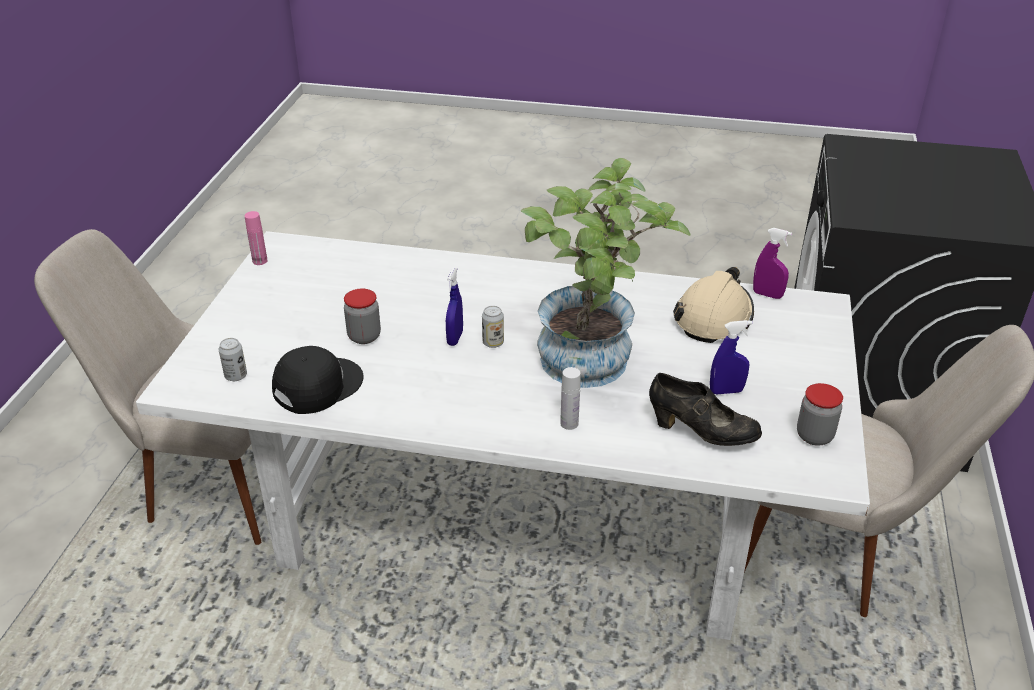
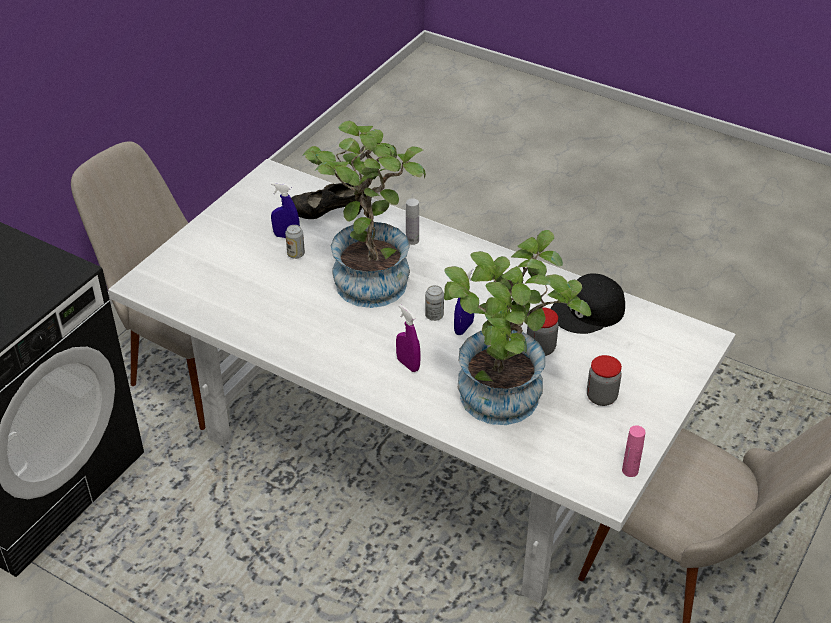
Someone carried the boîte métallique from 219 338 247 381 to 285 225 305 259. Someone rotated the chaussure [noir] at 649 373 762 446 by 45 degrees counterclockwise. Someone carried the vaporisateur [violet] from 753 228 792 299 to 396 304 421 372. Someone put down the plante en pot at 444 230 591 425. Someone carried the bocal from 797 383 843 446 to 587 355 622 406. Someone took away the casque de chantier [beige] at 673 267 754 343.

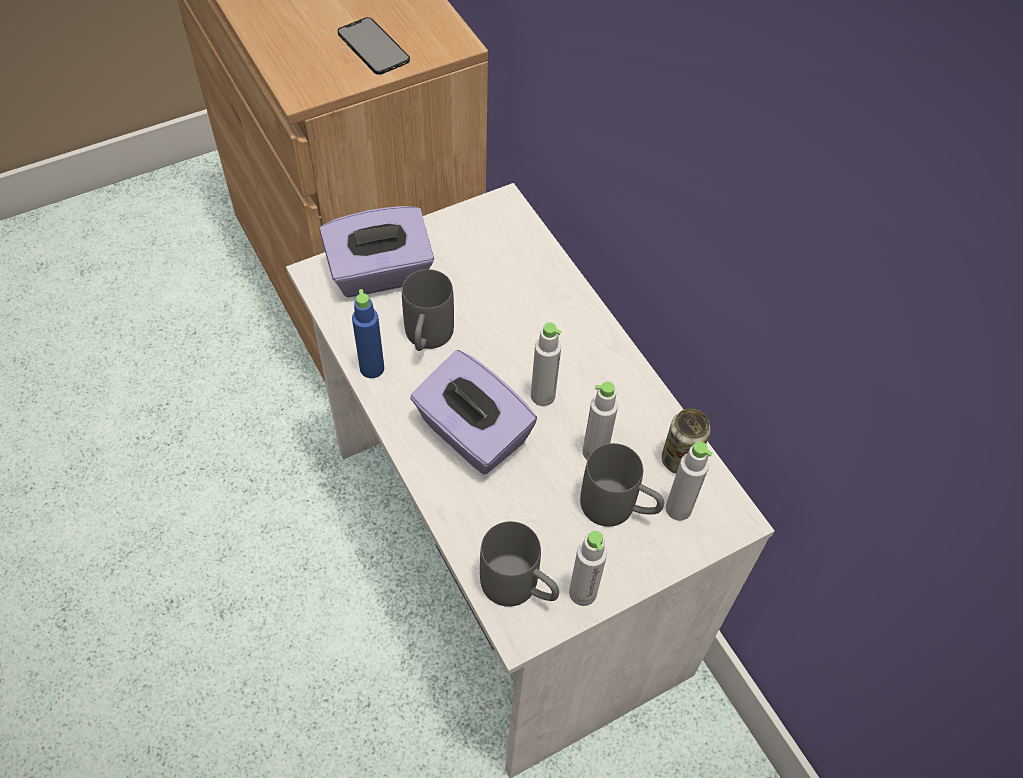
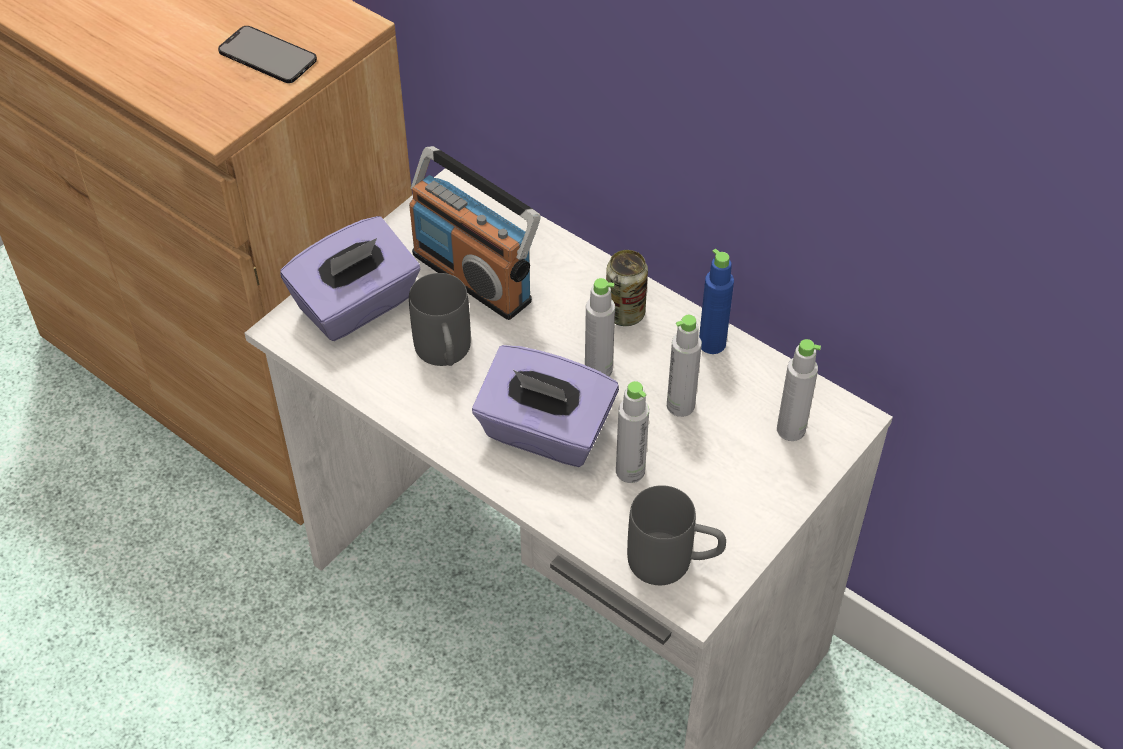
Someone put down the radio at 409 146 540 320. Someone carried the boîte métallique from 662 409 711 474 to 606 250 648 326. Someone carried the bouteille [gris] from 569 531 607 606 to 616 381 649 483. Someone carried the bouteille [bleu] from 352 289 384 378 to 699 249 734 354. Someone took away the mug [gris] at 580 443 664 527.

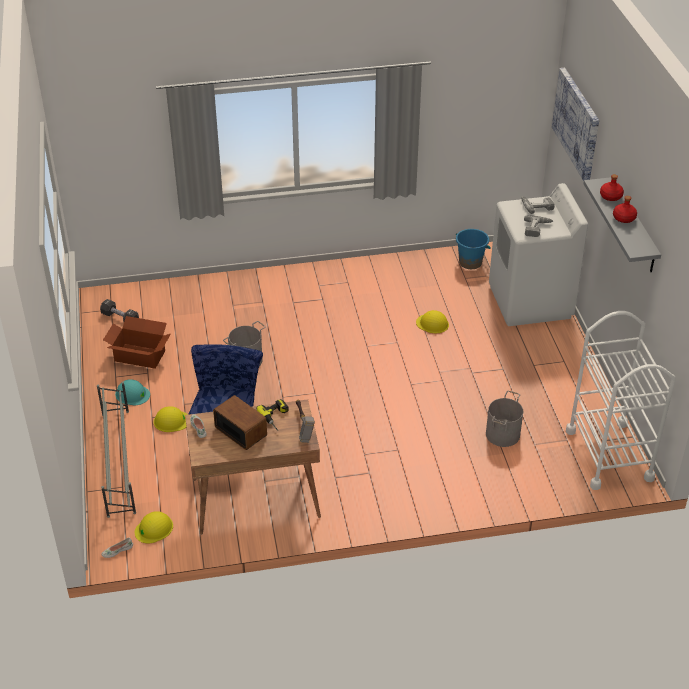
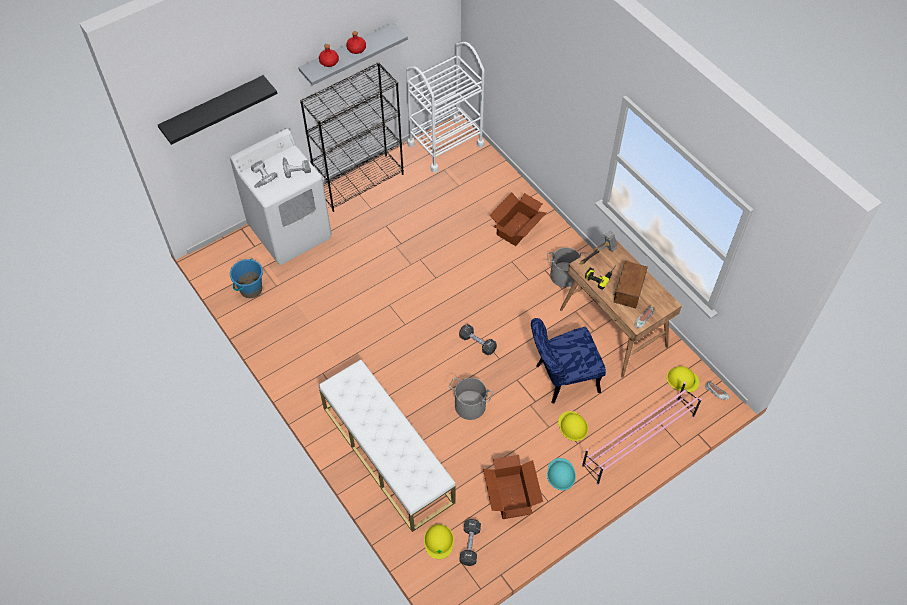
Someone swapped the tableau at 552 68 599 181 for the étagère [noir] at 158 75 277 145. Someone put down the bibliothèque [noir] at 300 62 404 212. Someone put down the banc [blanc] at 319 360 455 532. Someone carried the casque de chantier [jaune] from 416 310 449 333 to 424 524 454 559. Someone put down the haltère [noir] at 459 324 497 355. Someone put down the carton at 490 192 547 246. Someone carried the seau [gris] from 486 391 523 447 to 547 248 587 287. Someone repainted the étagère à chaussures [gris] at 97 382 136 518, which became the étagère à chaussures [rose] at 582 382 702 485.

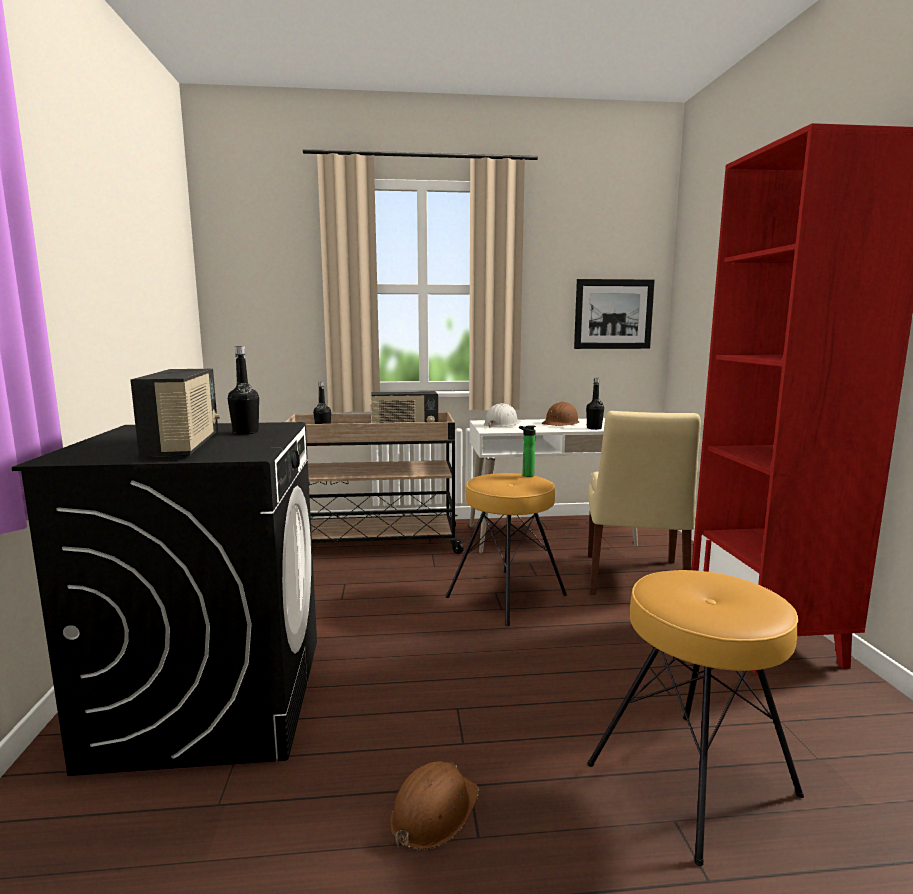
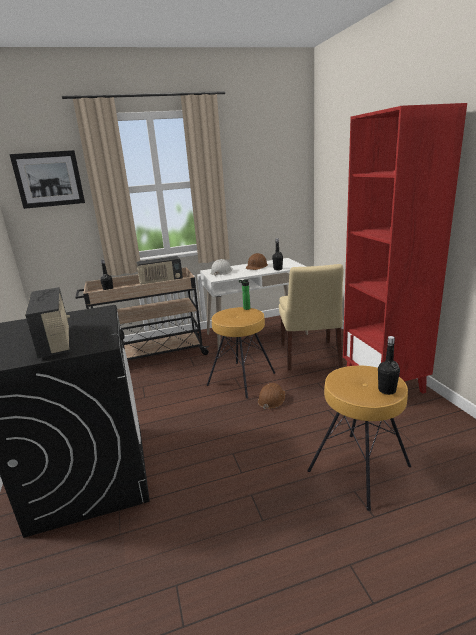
Someone carried the tableau from 574 279 655 349 to 9 150 85 209. Someone carried the casque de chantier [marron] from 390 761 479 850 to 258 383 285 410. Someone carried the bouteille [noir] from 228 346 259 435 to 378 336 400 395.

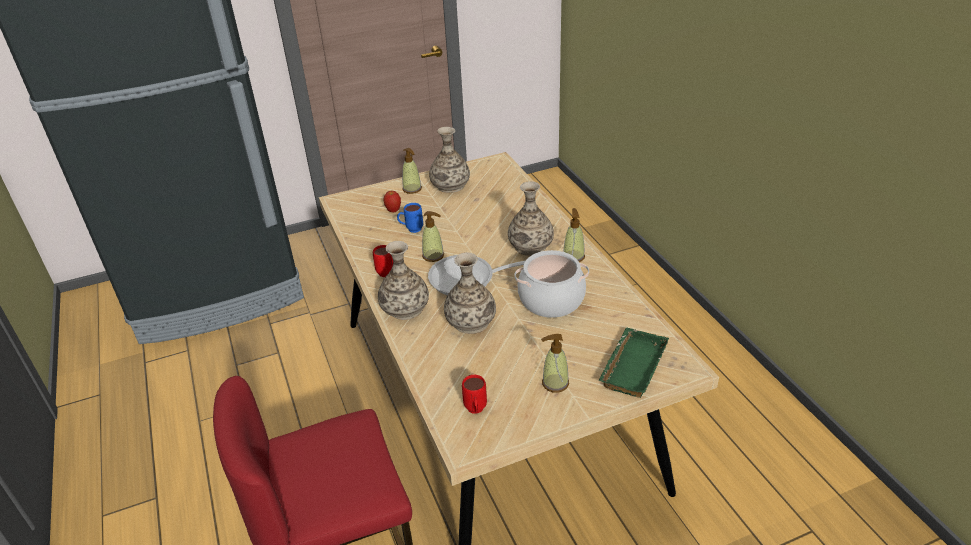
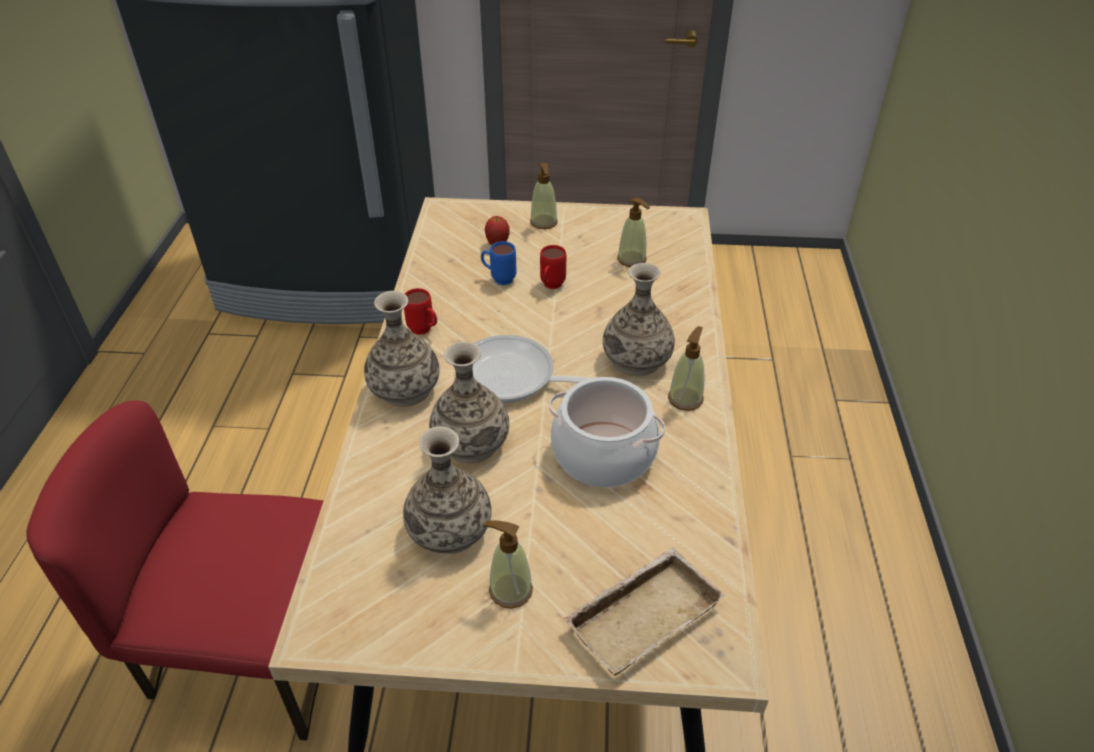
Someone carried the vase from 429 127 470 193 to 403 427 491 554. Someone carried the mug [rouge] from 462 375 487 414 to 540 245 566 289. Someone repainted the plateau [vert] at 598 327 669 398, which became the plateau [beige] at 563 547 725 676. Someone carried the distributeur de savon from 422 211 444 262 to 617 198 650 267.

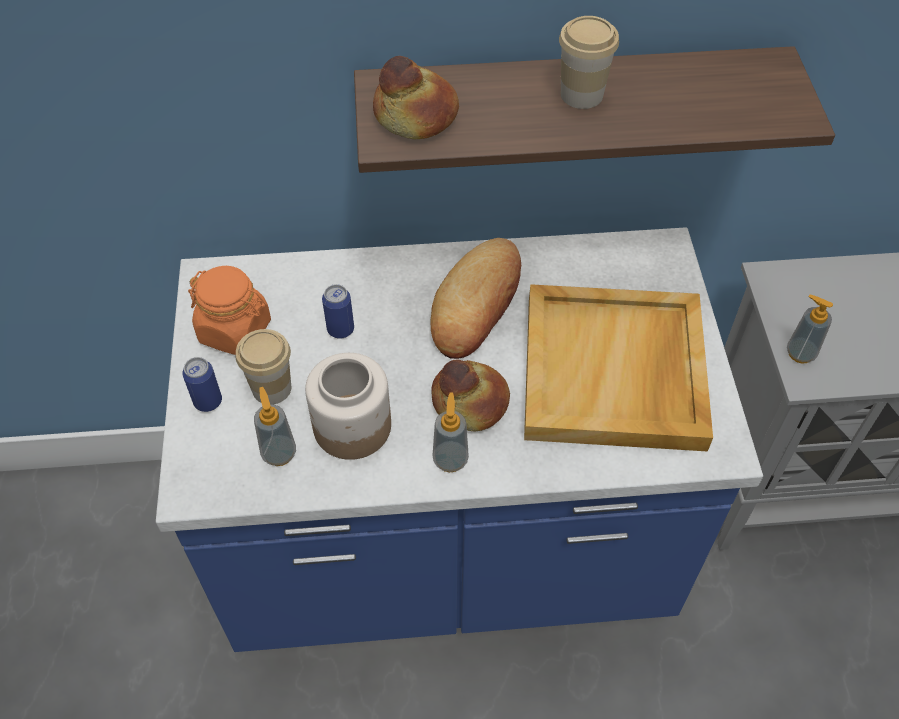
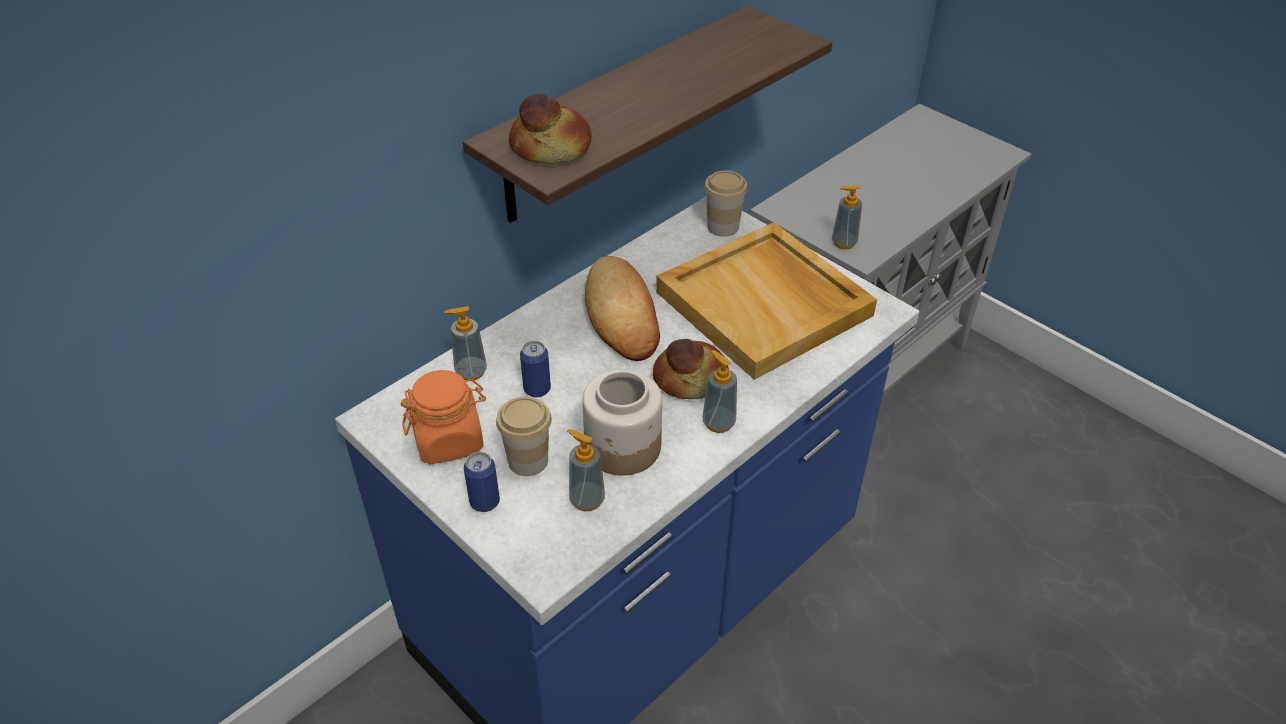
Someone put down the distributeur de savon at 444 306 487 380. Someone carried the tasse from 559 16 619 109 to 704 170 748 237.

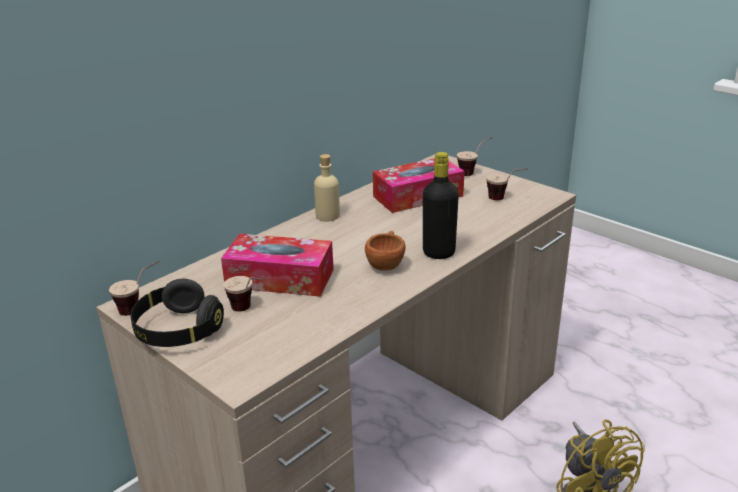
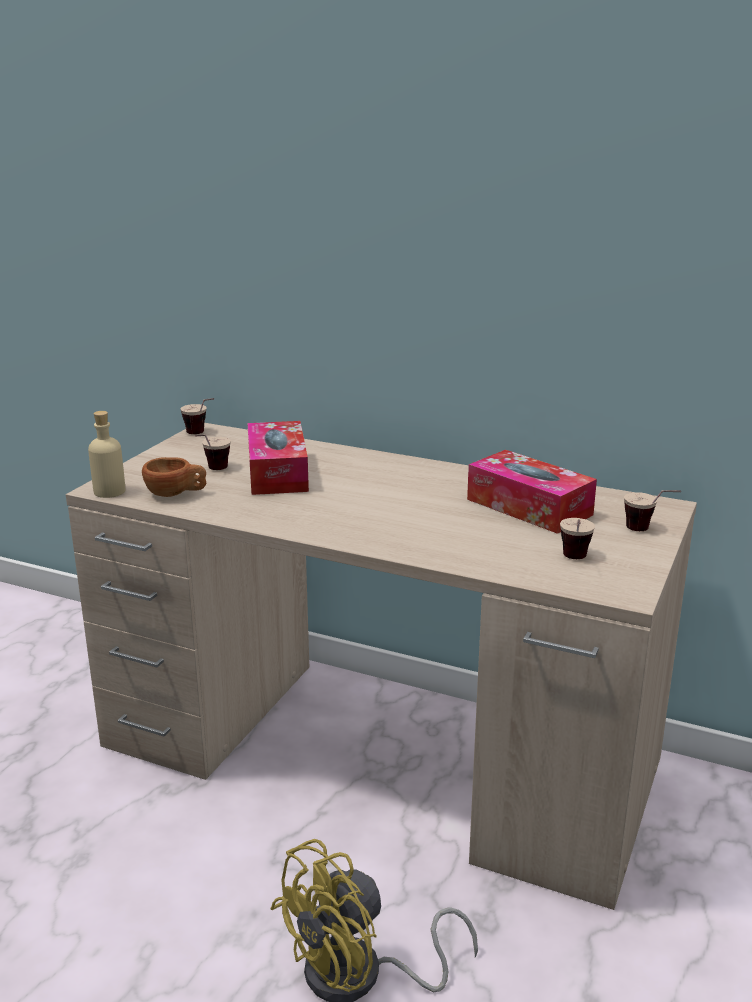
Someone carried the bouteille [beige] from 314 154 340 221 to 88 411 125 498. Someone carried the tasse [marron] from 365 231 406 271 to 142 457 206 497. Someone took away the casque audio [noir] at 130 279 224 347. Someone took away the bouteille [noir] at 423 152 459 259.

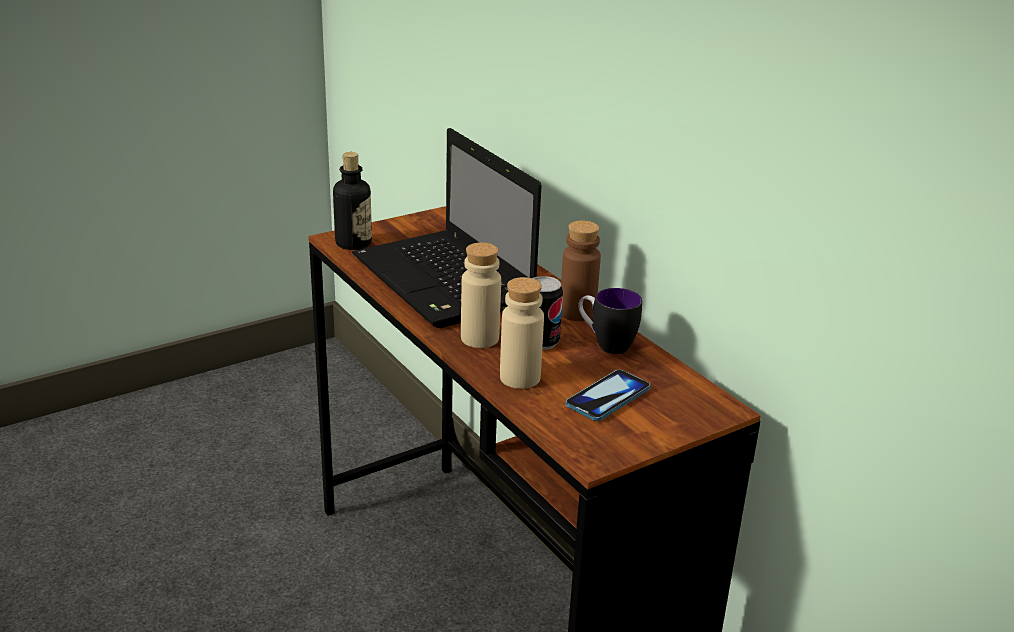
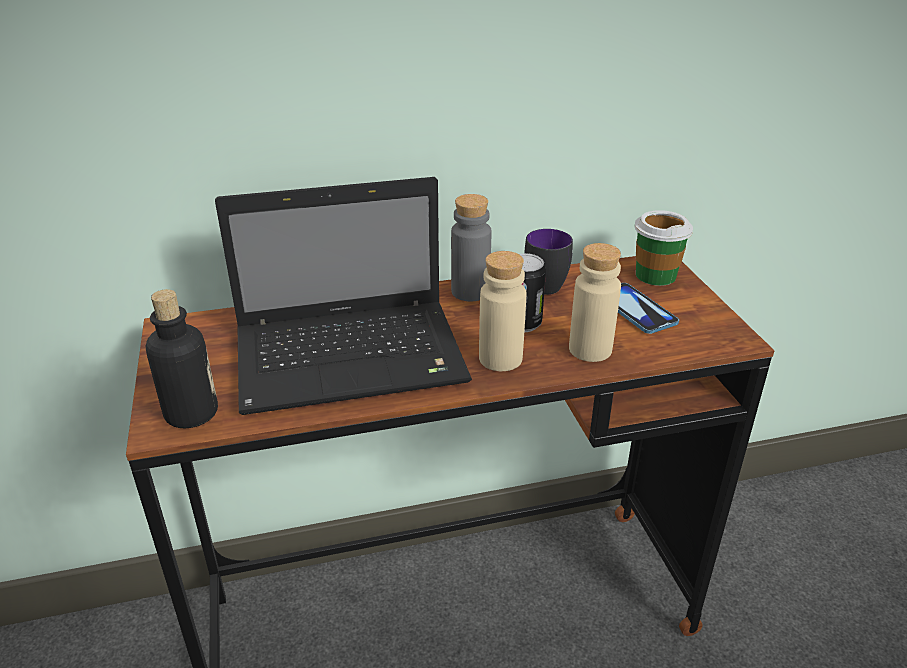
Someone repainted the bouteille [marron] at 561 221 601 321, which became the bouteille [gris] at 451 194 491 302. Someone put down the tasse at 634 210 693 286.

